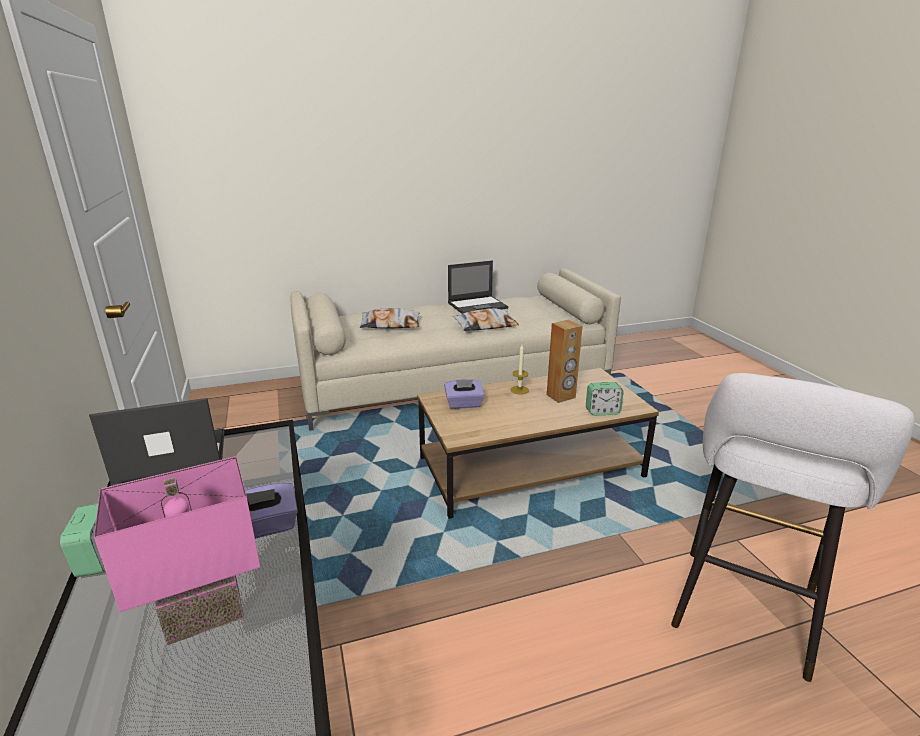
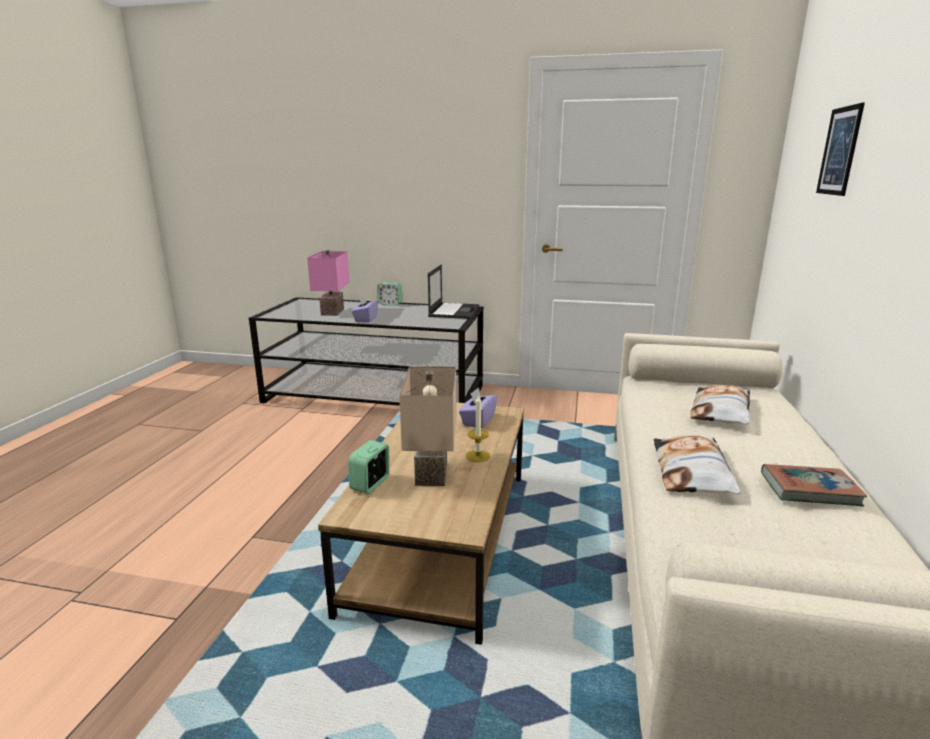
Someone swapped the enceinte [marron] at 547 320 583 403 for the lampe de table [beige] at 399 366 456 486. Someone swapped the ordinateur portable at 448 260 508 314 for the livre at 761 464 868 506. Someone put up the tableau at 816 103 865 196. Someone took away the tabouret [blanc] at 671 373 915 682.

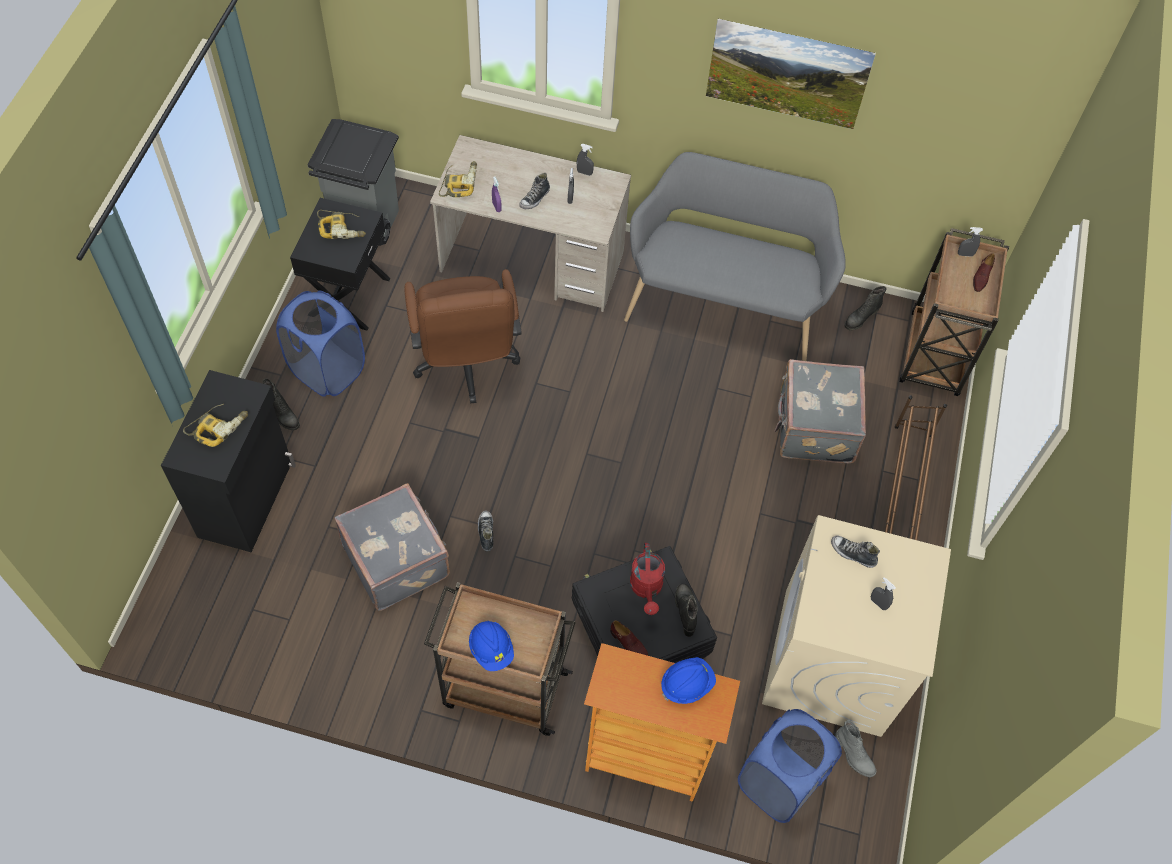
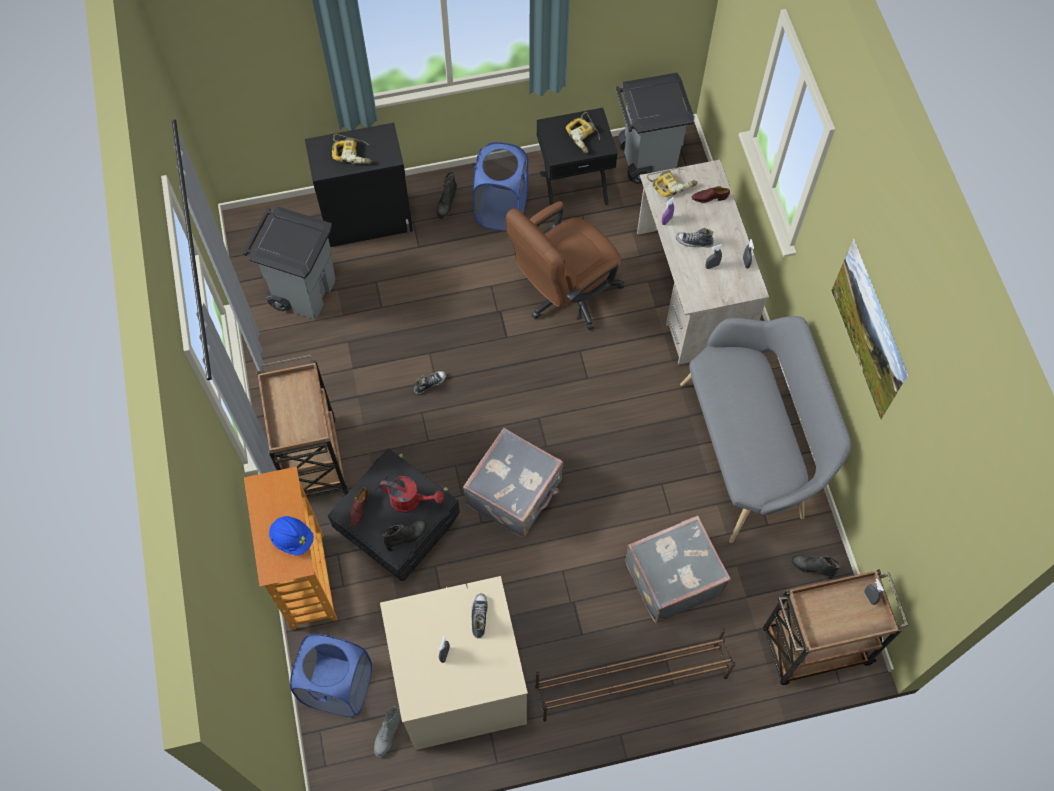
Someone put down the poubelle [gris] at 243 206 335 320. Someone rotated the arrosoir [rouge] at 630 543 665 615 by 135 degrees counterclockwise. Someone carried the valise [gris] from 335 483 450 611 to 463 428 563 538. Someone carried the chaussure [marron] from 973 253 995 292 to 692 186 730 203. Someone took away the casque de chantier [bleu] at 469 621 514 671.

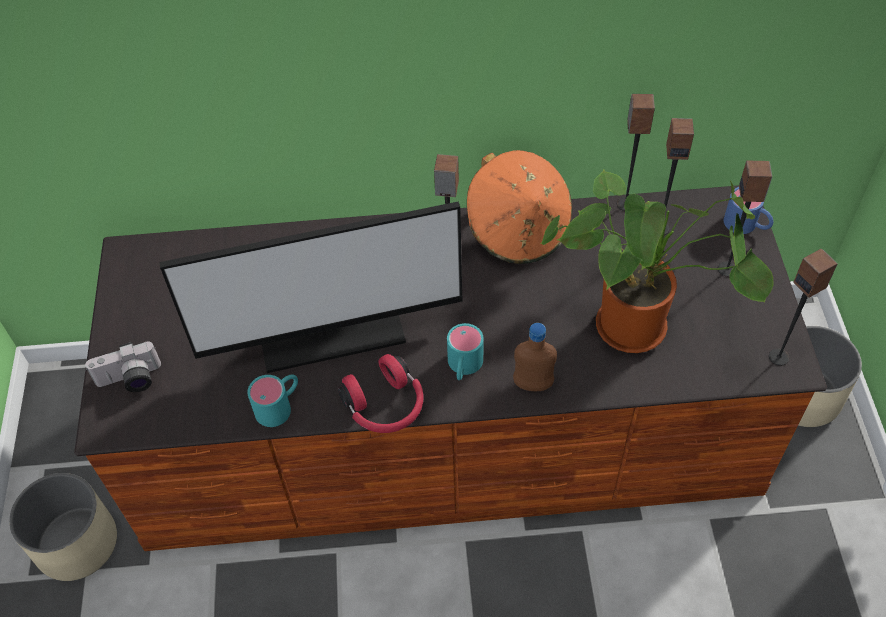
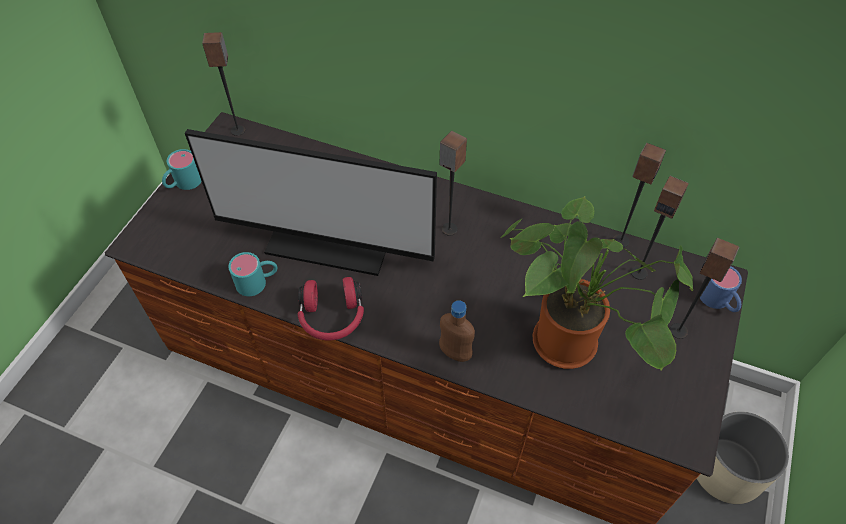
Someone carried the mug [turquoise] from 447 323 484 380 to 162 149 202 190. Someone carried the enceinte from 769 249 838 366 to 202 32 245 136. Someone took away the cache-pot [beige] at 9 473 117 581. Someone took away the appareil photo at 85 341 161 392. Someone took away the chapeau [orange] at 467 150 572 264.

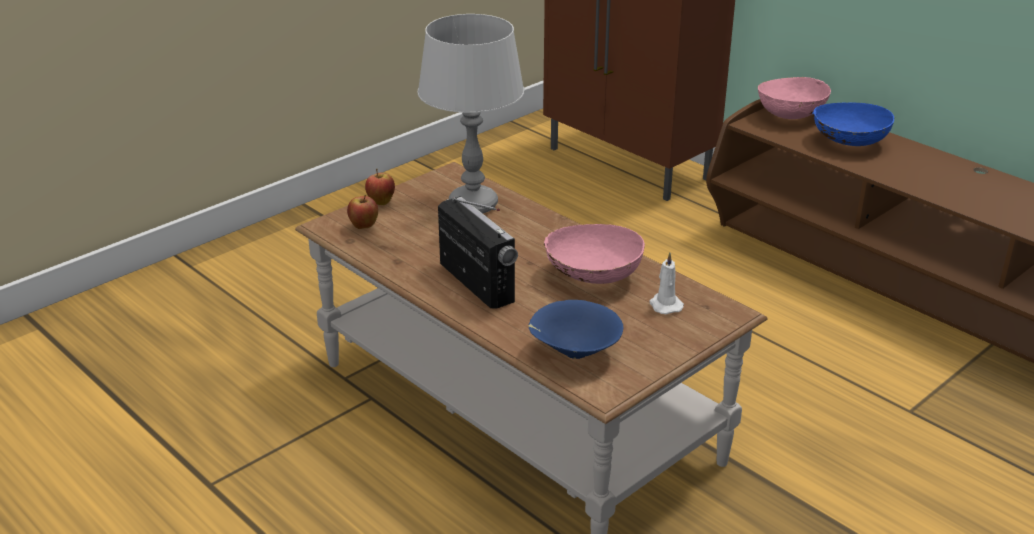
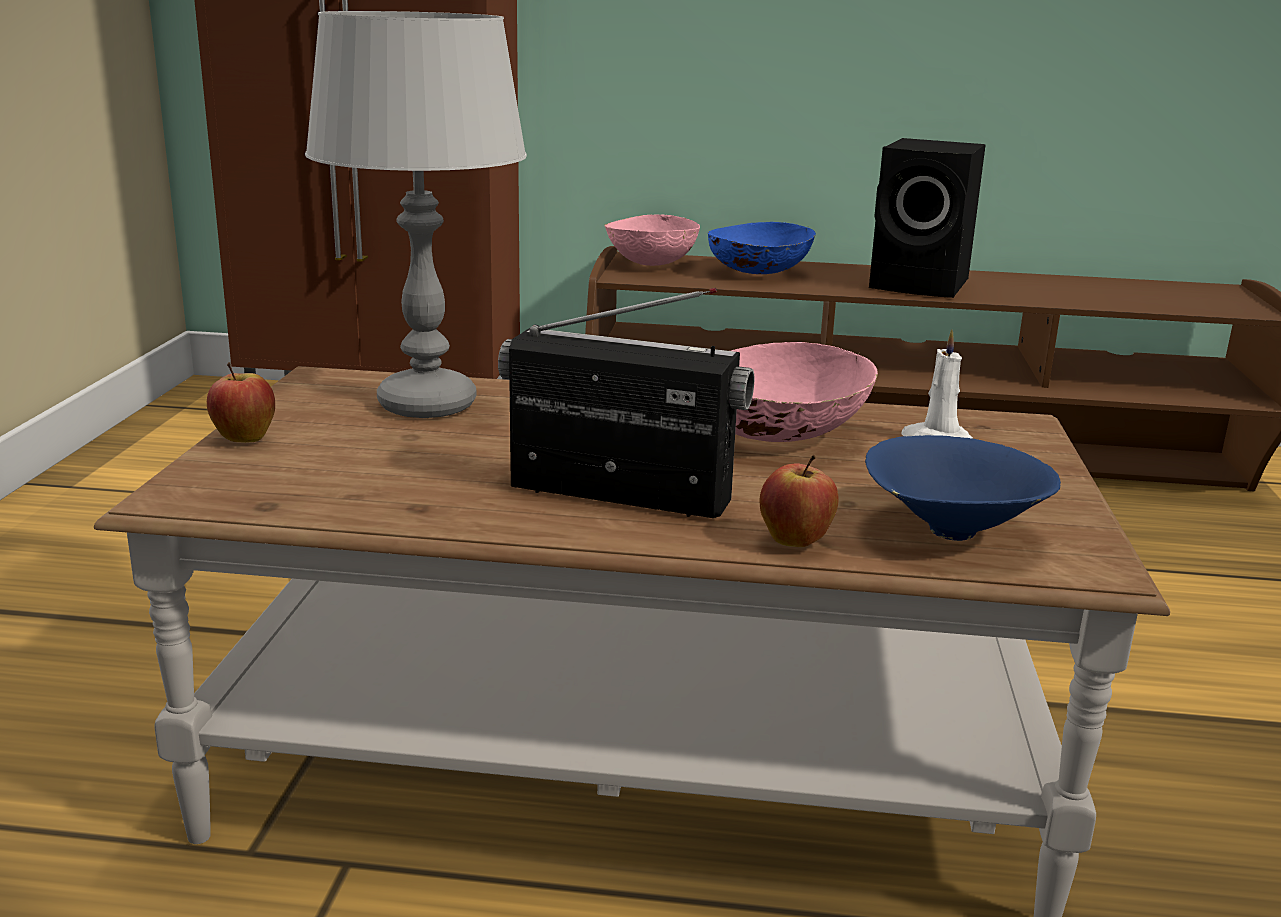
Someone carried the pomme from 347 195 378 229 to 759 455 839 547. Someone put down the enceinte [noir] at 869 138 986 298.

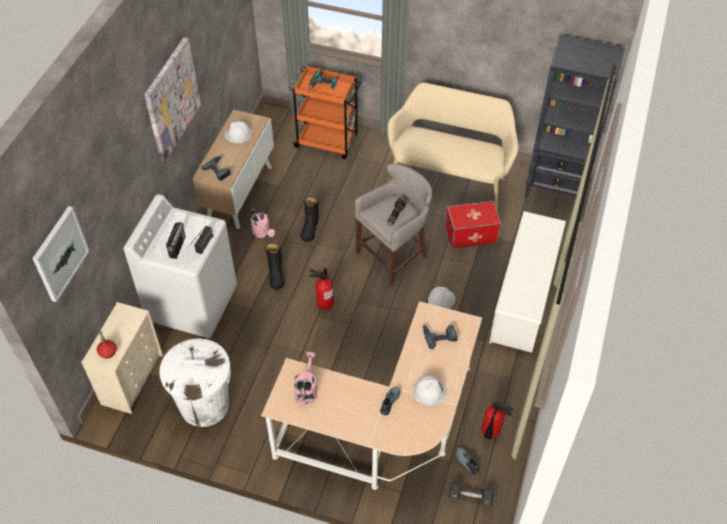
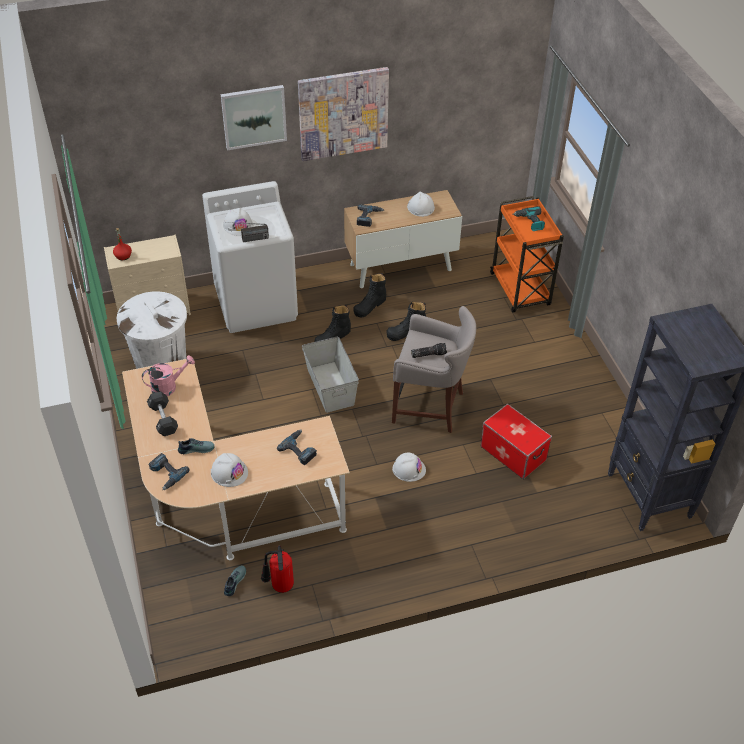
Someone carried the haltère [noir] from 449 482 494 507 to 147 391 178 436. Someone put down the perceuse at 149 453 189 490. Someone carried the tableau from 32 206 89 302 to 221 85 287 150. Someone swapped the radio at 166 222 186 259 for the casque de chantier [blanc] at 223 208 253 236. Someone swapped the extincteur at 309 268 334 310 for the boîte de rangement [gris] at 302 337 359 413. Someone swapped the arrosoir [rose] at 251 208 275 238 for the botte [noir] at 353 273 386 317. Someone took away the banc [beige] at 388 83 519 212. Someone took away the étagère à chaussures [blanc] at 489 211 566 353.

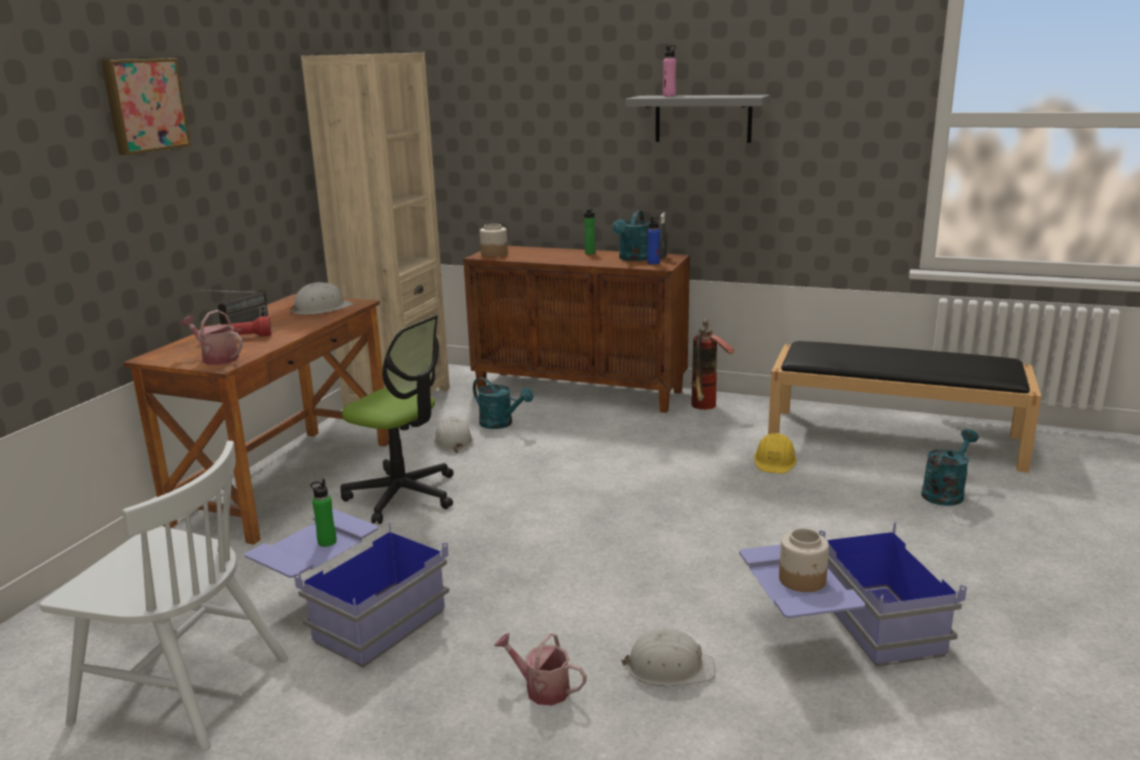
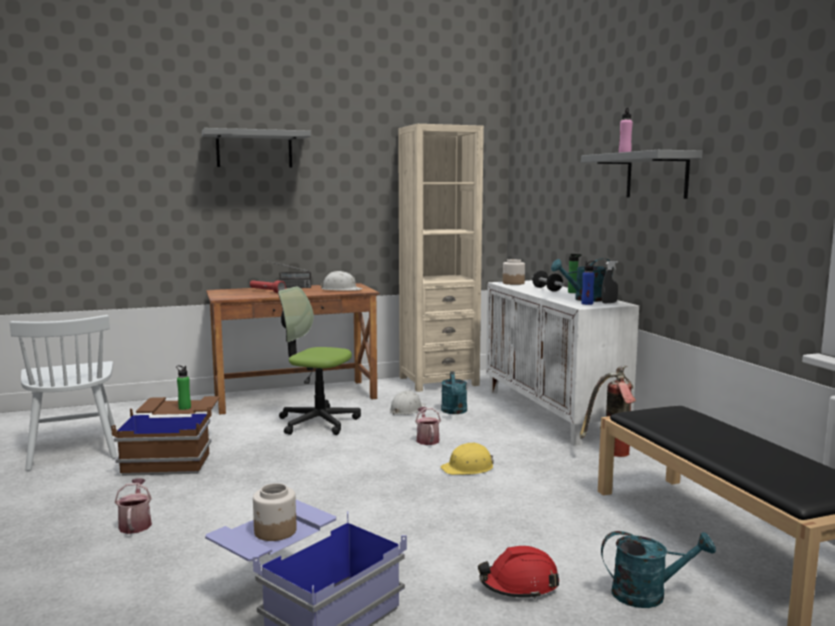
Someone repainted the boîte de rangement [bleu] at 245 509 449 668, which became the boîte de rangement [marron] at 111 396 220 476. Someone swapped the tableau at 101 58 191 155 for the étagère [gris] at 202 128 311 168. Someone rotated the chaise de bureau at 341 315 454 524 by 120 degrees clockwise. Someone carried the arrosoir from 181 310 243 365 to 415 407 441 445. Someone carried the casque de chantier [jaune] from 754 433 797 474 to 441 442 494 475. Someone put down the casque de chantier [rouge] at 478 546 559 600. Someone repainted the meuble de rangement [marron] at 463 245 690 413, which became the meuble de rangement [blanc] at 486 280 639 446. Someone put down the haltère at 532 270 564 292. Someone took away the casque de chantier [blanc] at 622 629 715 686.

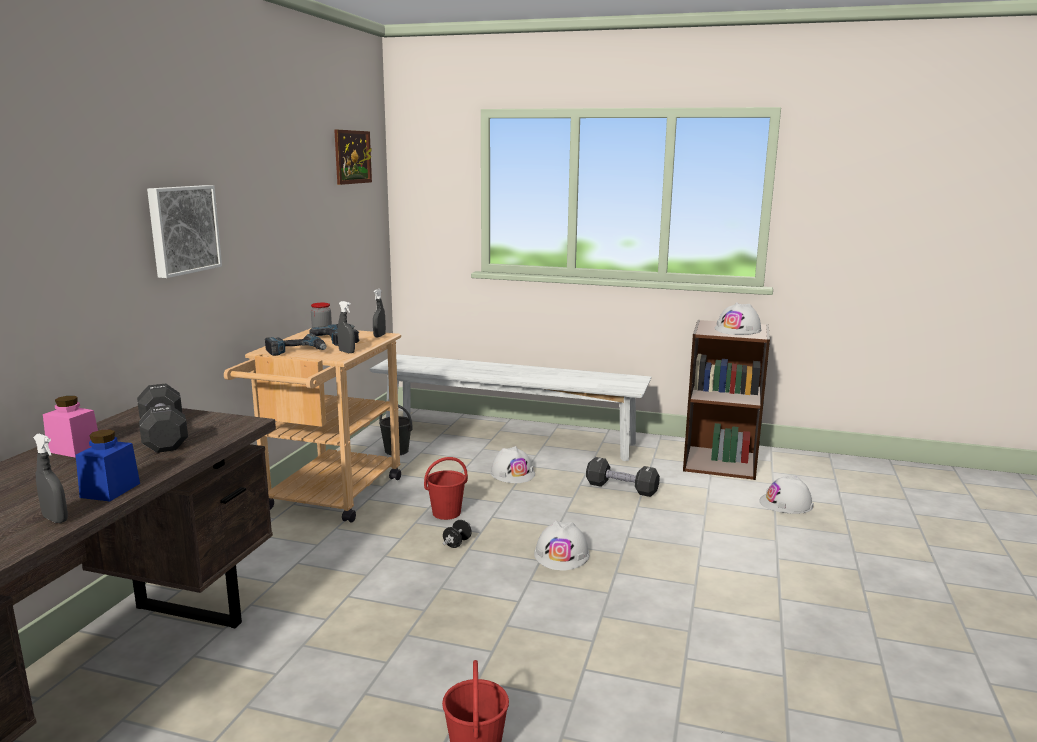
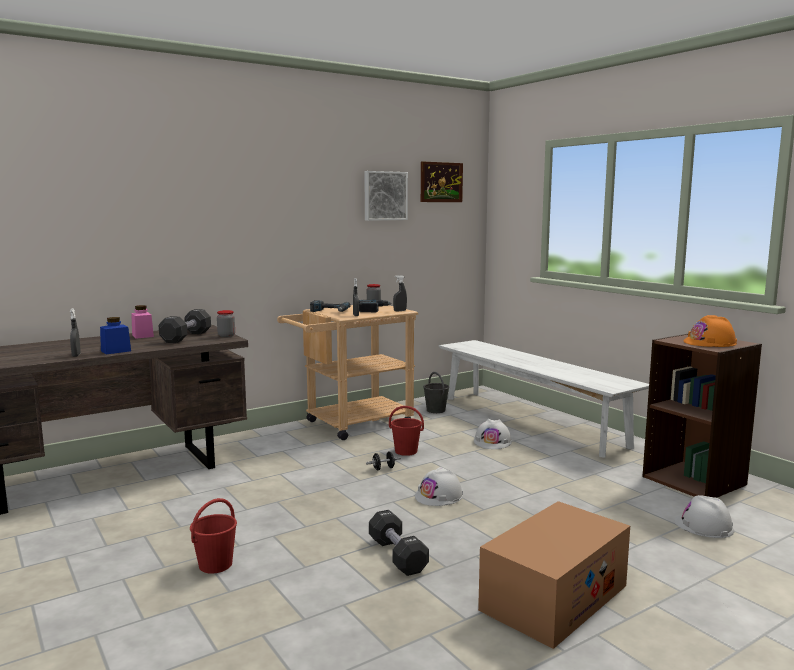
Someone put down the bocal at 217 310 235 337. Someone carried the tableau from 147 185 222 278 to 364 171 408 221. Someone carried the haltère [noir] from 586 457 660 497 to 369 510 429 576. Someone put down the carton at 478 501 630 649. Someone repainted the casque de chantier [blanc] at 715 302 761 335, which became the casque de chantier [orange] at 684 315 737 347.

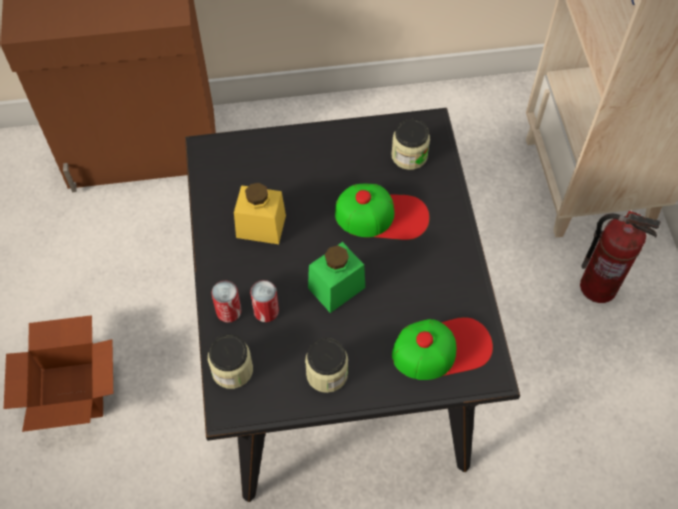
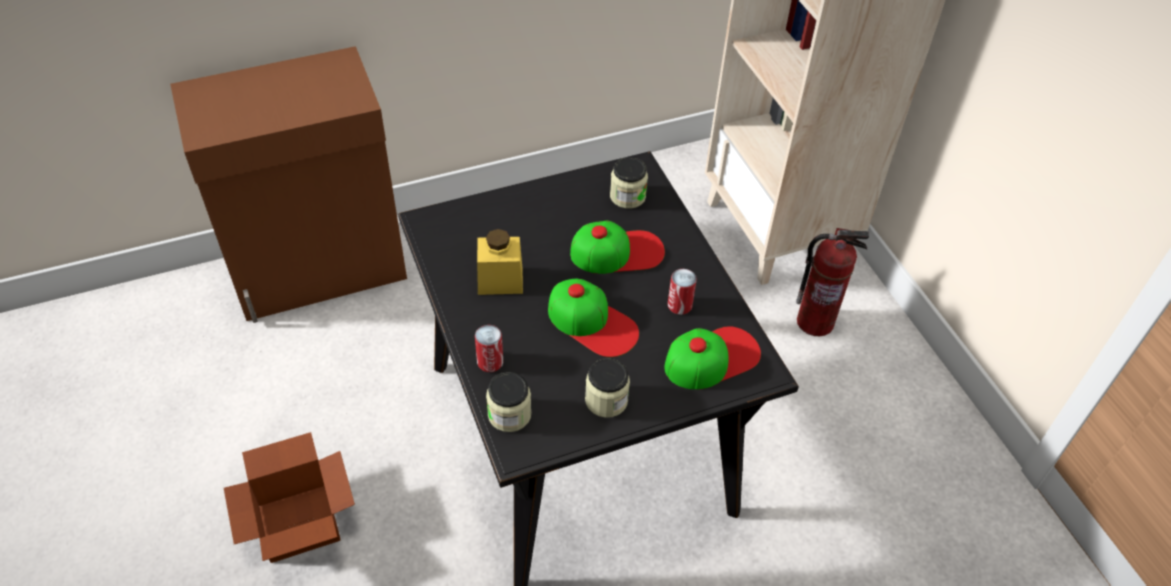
Someone swapped the bocal [vert] at 308 242 365 313 for the casquette at 548 279 639 357. Someone carried the boîte métallique from 250 280 279 322 to 668 269 697 315.

